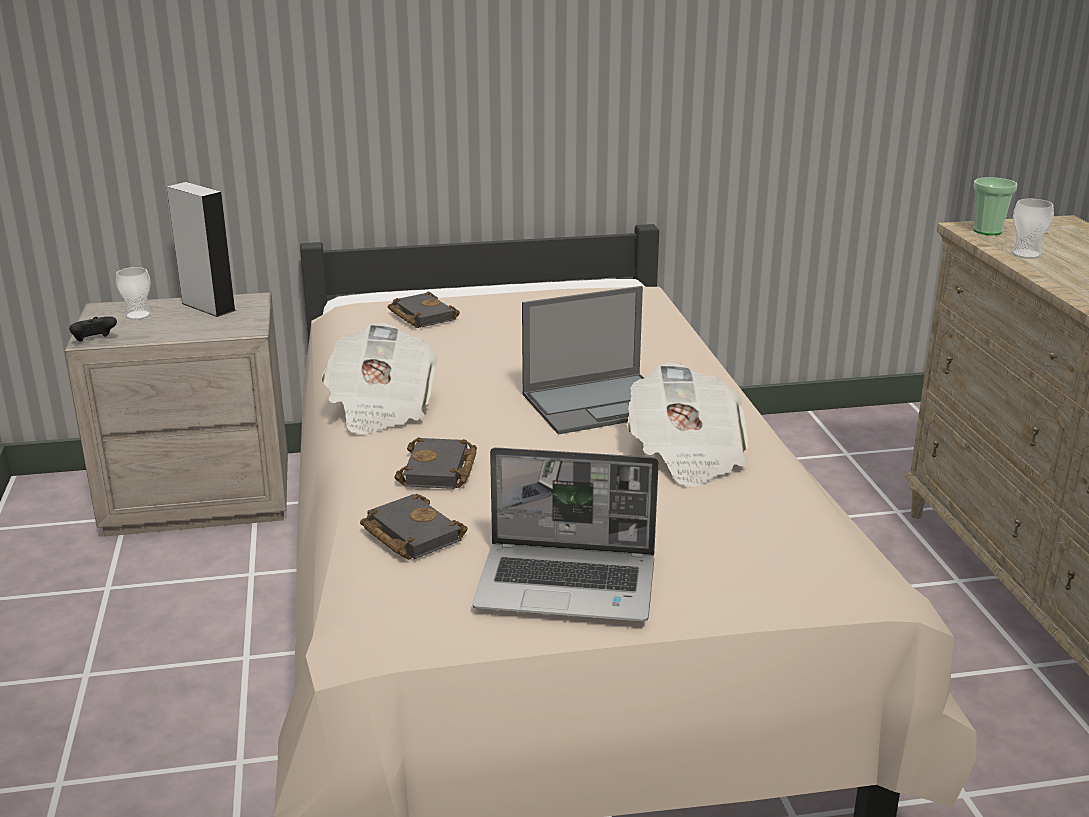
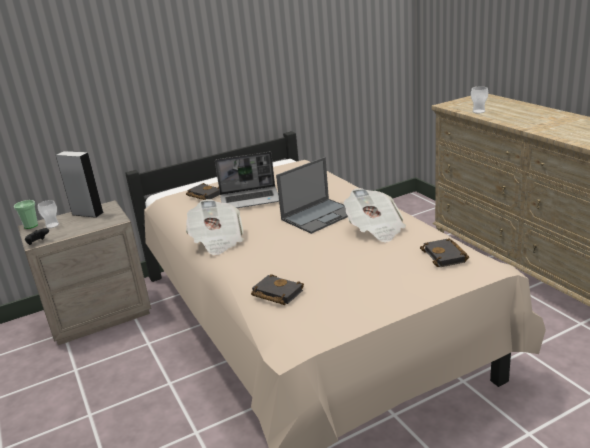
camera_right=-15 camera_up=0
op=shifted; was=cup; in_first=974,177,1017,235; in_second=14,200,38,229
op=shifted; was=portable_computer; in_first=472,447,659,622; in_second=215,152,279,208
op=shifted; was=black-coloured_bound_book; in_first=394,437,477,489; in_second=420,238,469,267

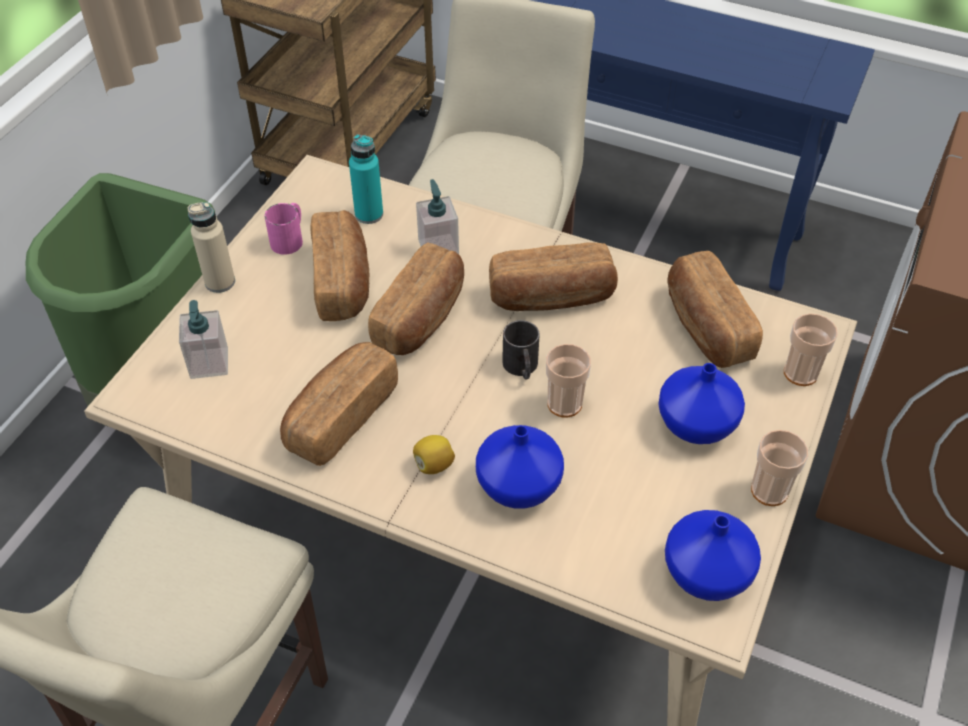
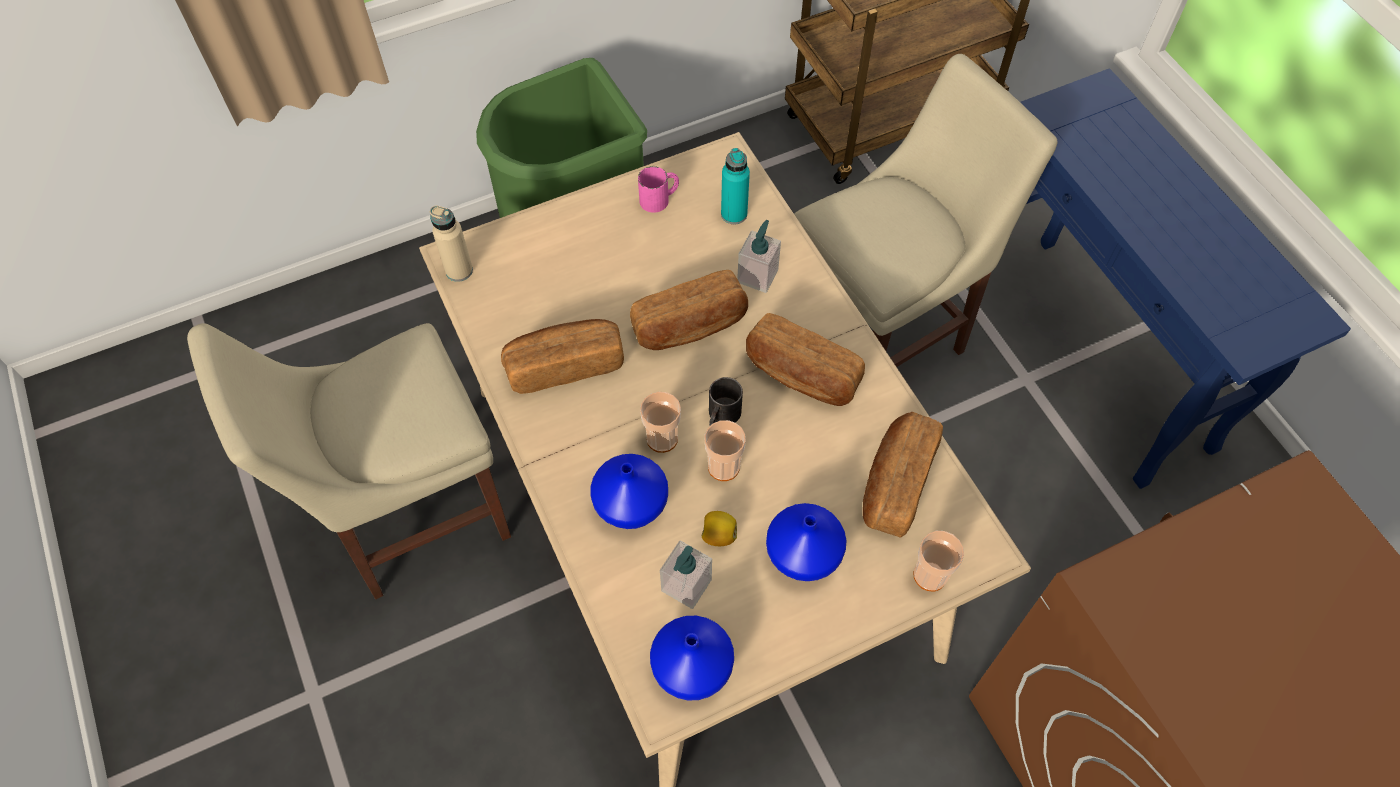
camera_right=40 camera_up=10
op=shifted; was=beige_beverage_bottle; in_first=188,202,235,293; in_second=430,206,473,282
op=shifted; was=cup; in_first=751,430,808,506; in_second=640,392,681,453
op=shifted; was=soap_dispenser; in_first=179,300,228,379; in_second=660,541,712,609
op=shifted; was=lemon; in_first=413,435,455,474; in_second=702,511,737,546
op=gone; was=bakery_bread; in_first=311,210,369,321

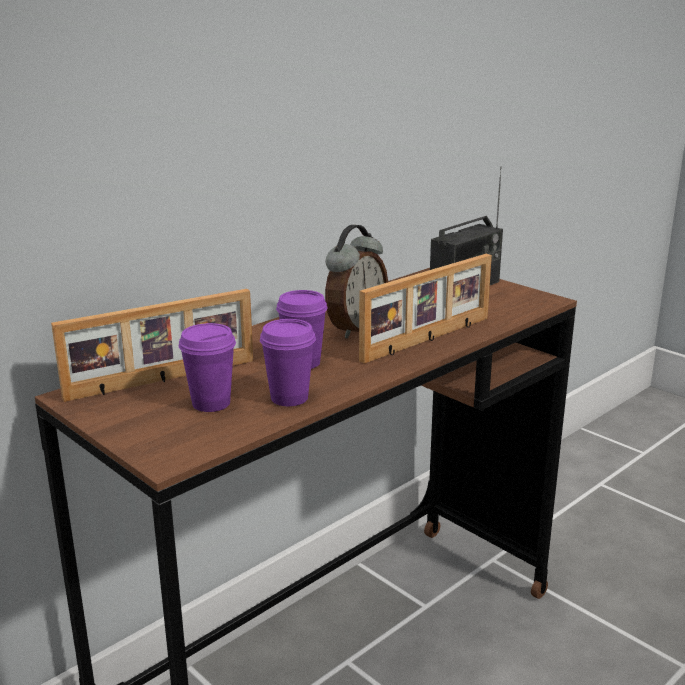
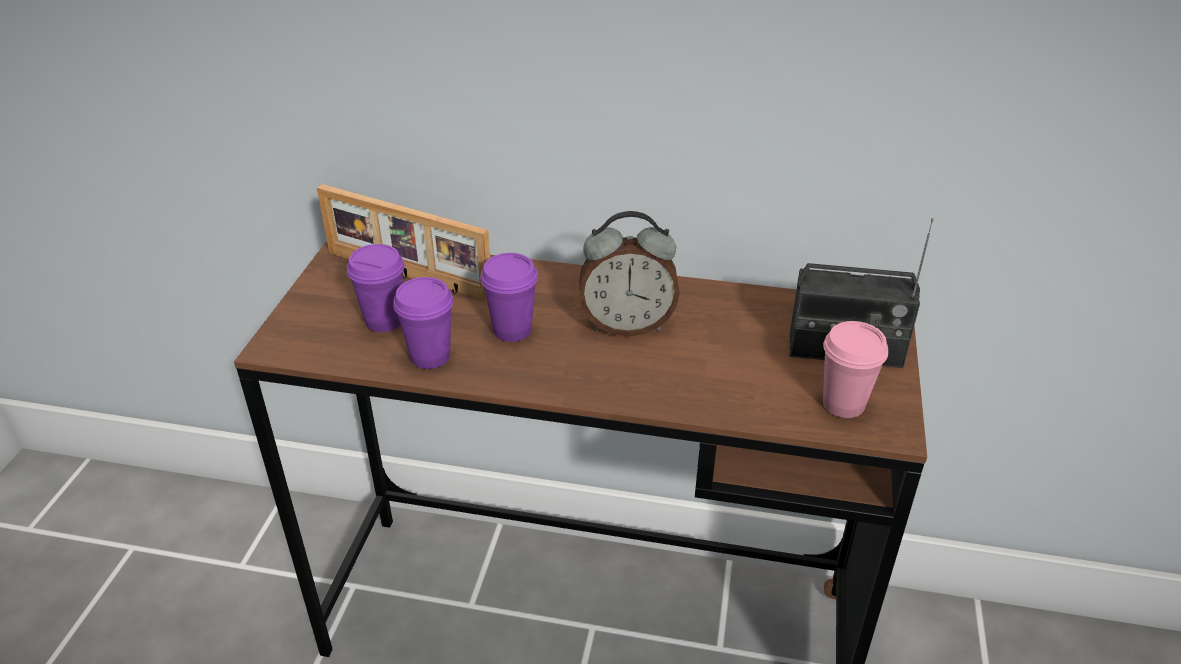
camera_right=55 camera_up=15
op=new; now=pinkish_cup; in_second=823,321,888,418
op=gone; was=picture_frame; in_first=359,254,492,364

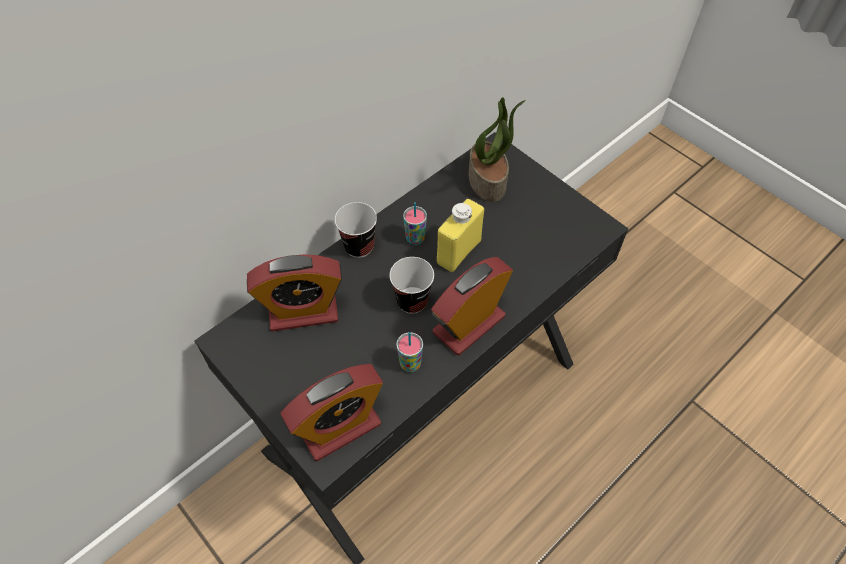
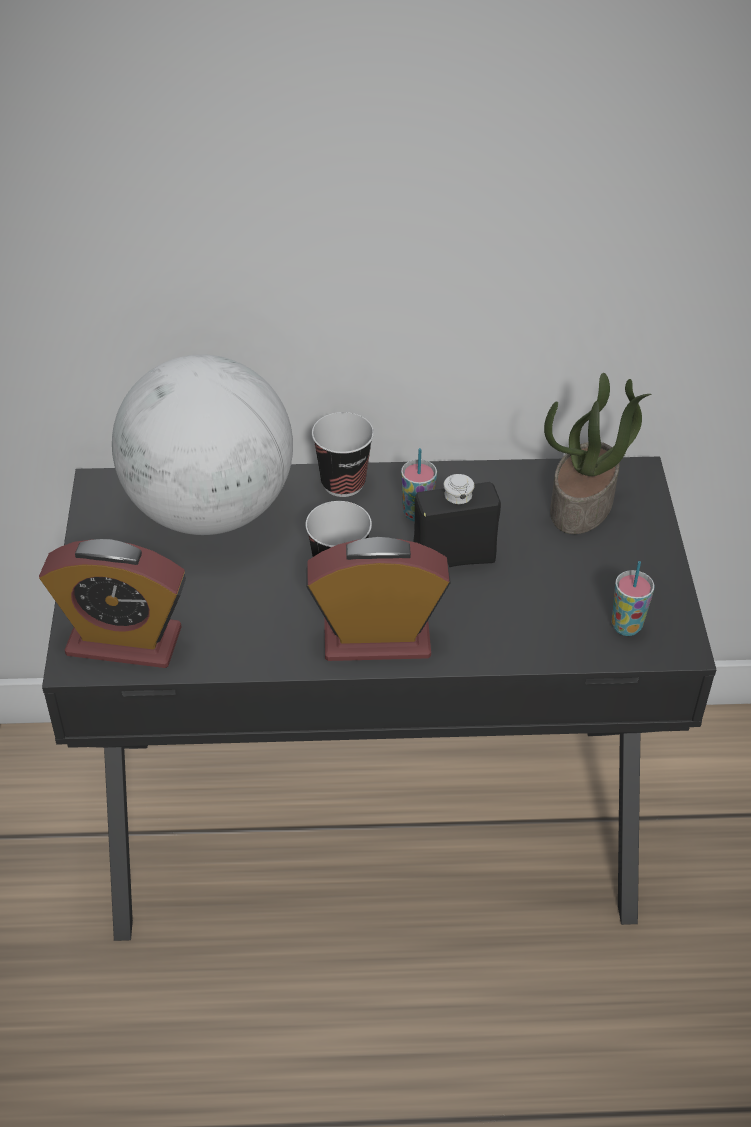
camera_right=40 camera_up=-10
op=swapped; was=table_clock; now=world_globe; in_first=247,255,342,331; in_second=112,354,293,535
op=repainted; was=yellow_beverage_bottle; now=black-coloured_beverage_bottle; in_first=437,199,484,272; in_second=413,474,501,567
op=shifted; was=cup; in_first=396,332,423,372; in_second=611,561,655,636

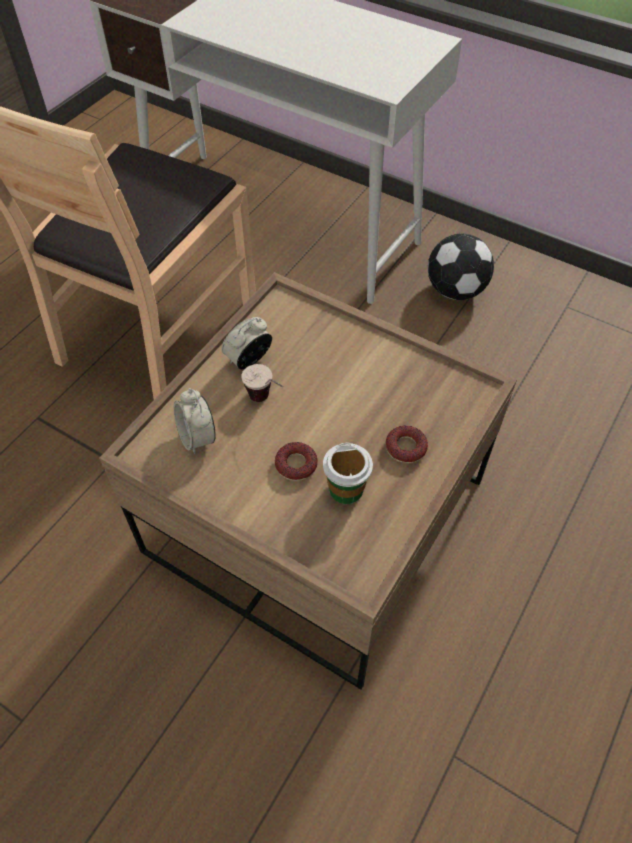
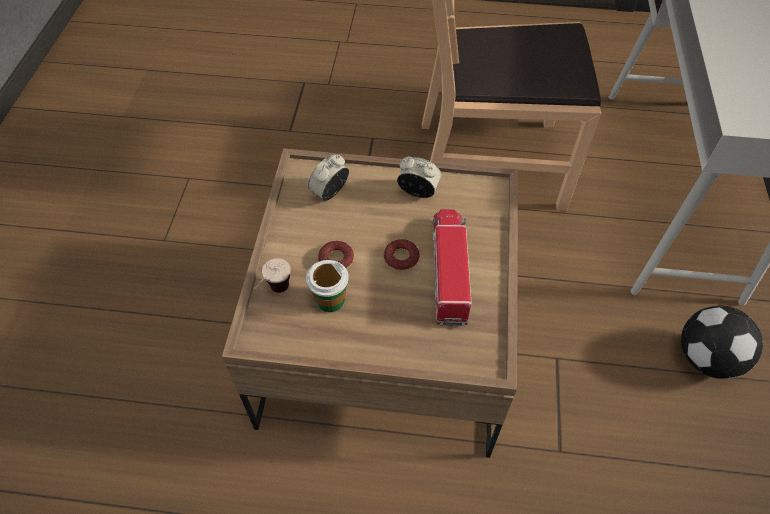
camera_right=65 camera_up=0
op=shifted; was=cup; in_first=241,364,283,402; in_second=254,258,291,293
op=shifted; was=doughnut; in_first=385,425,428,463; in_second=384,239,420,271
op=new; now=toy_truck; in_second=433,209,472,326

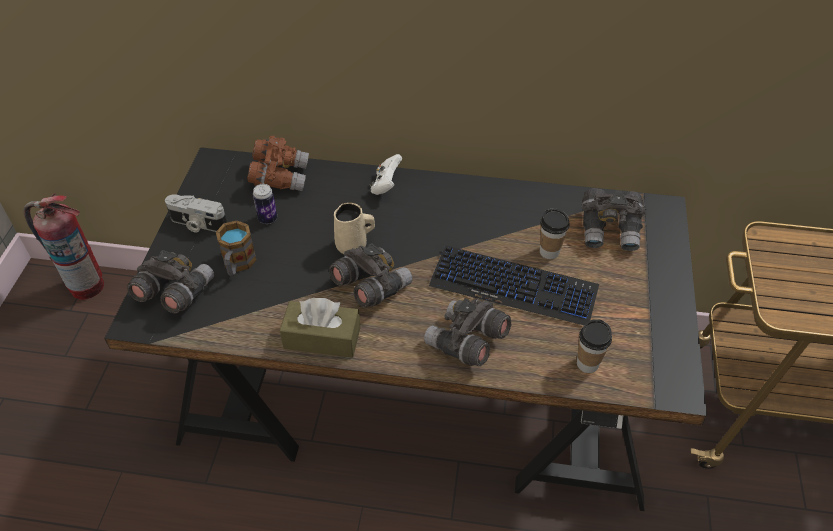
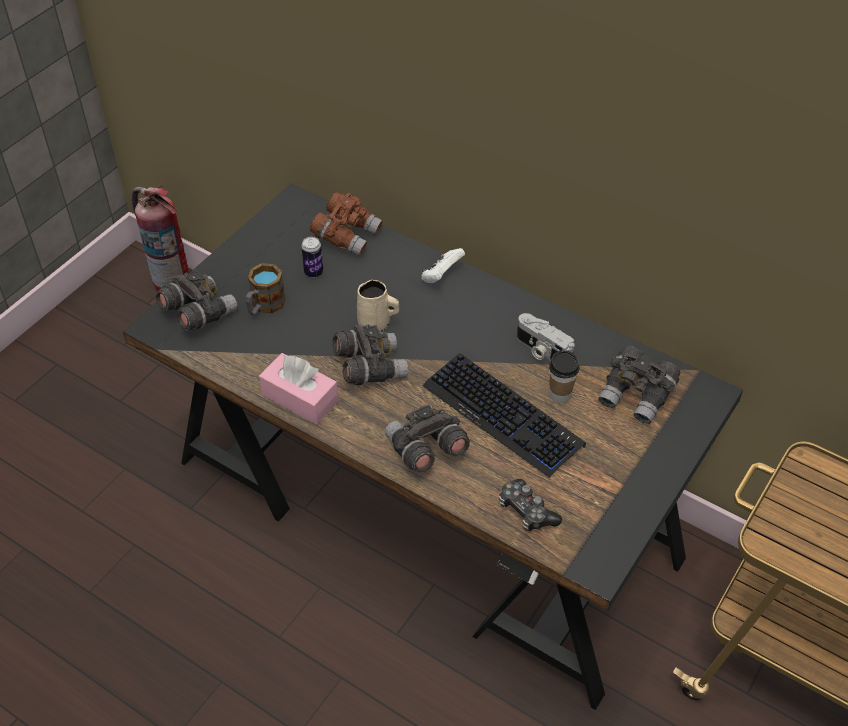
camera_right=25 camera_up=0
op=repainted; was=brown_tissue_box; now=pinkish_tissue_box; in_first=279,298,361,358; in_second=259,353,338,424
op=swapped; was=cup; now=gamepad; in_first=577,319,612,373; in_second=499,479,562,531
op=shifted; was=still_camera; in_first=165,194,227,232; in_second=517,313,575,361

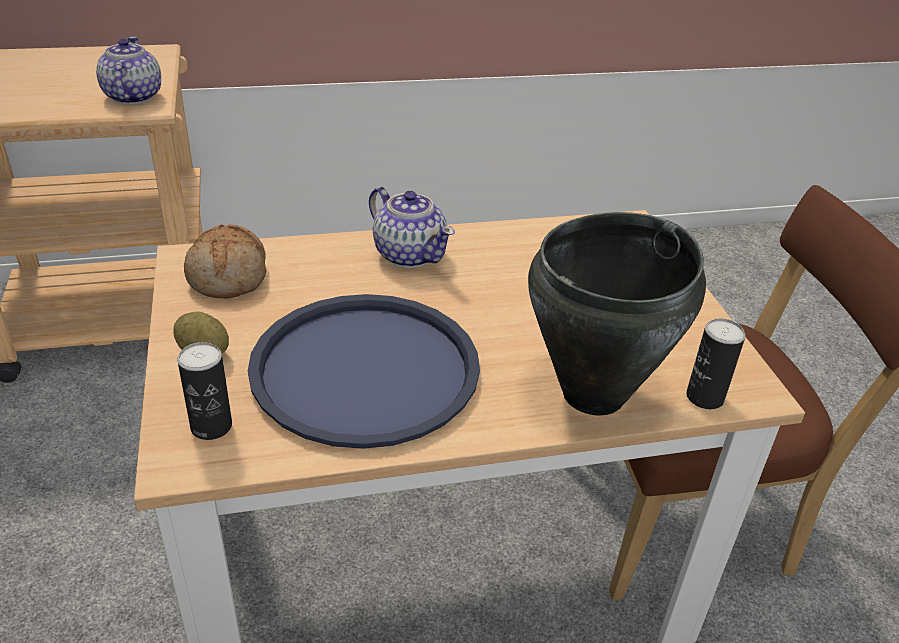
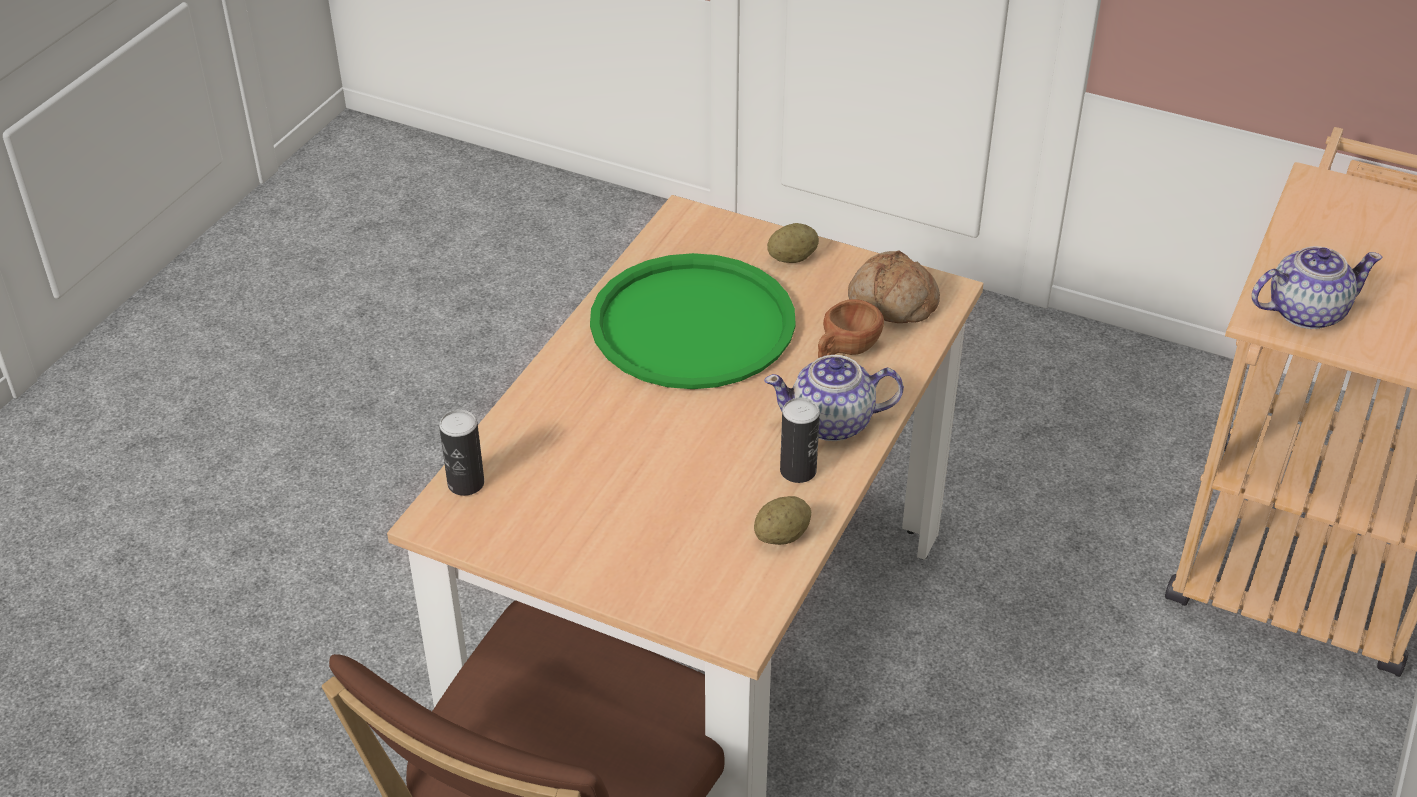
camera_right=130 camera_up=5
op=repainted; was=bluish_serving_tray; now=greenish_serving_tray; in_first=248,294,480,449; in_second=590,253,796,389
op=new; now=whole_potato; in_second=754,496,811,545
op=shifted; was=sealed_can; in_first=177,342,232,440; in_second=780,397,820,483
op=new; now=brown_cup; in_second=818,299,884,358
op=rotated; was=teapot; in_first=96,37,161,104; in_second=1252,246,1382,329; clockwise=-45
op=gone; was=black-coloured_cooking_pot; in_first=528,212,706,415

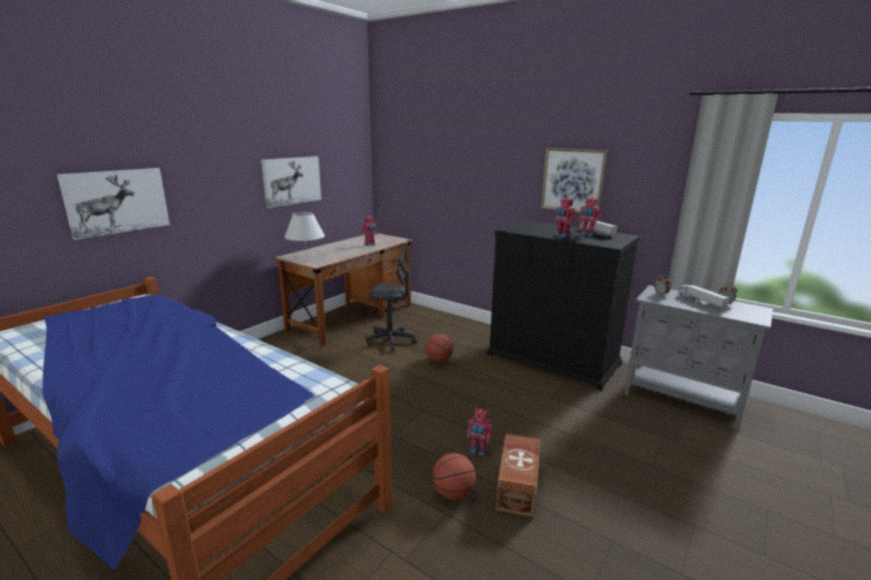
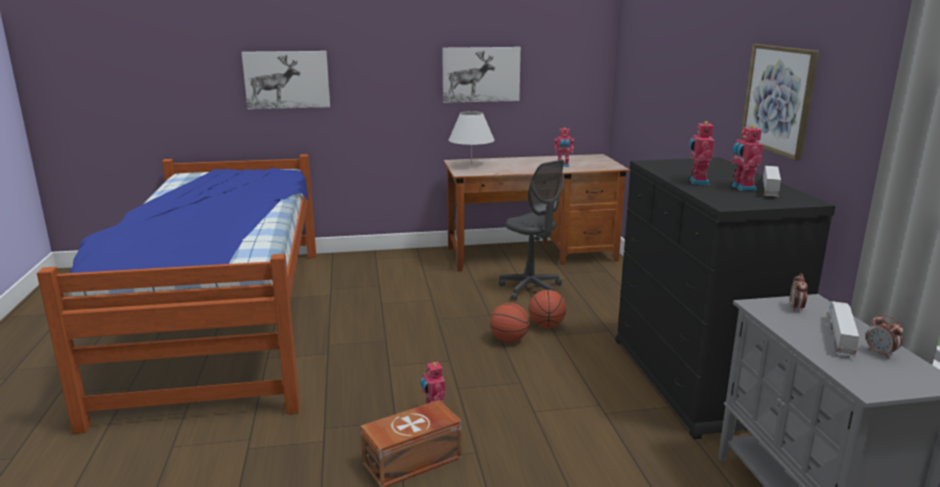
camera_right=45 camera_up=0
op=shifted; was=basketball; in_first=432,453,476,500; in_second=490,303,529,343

